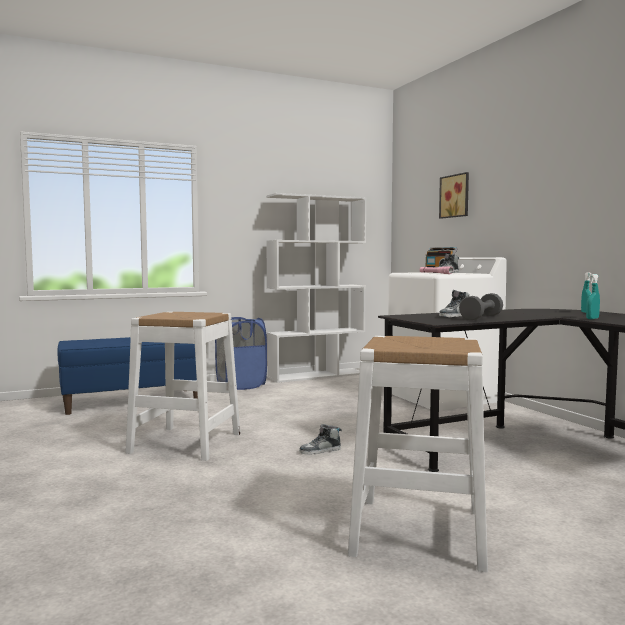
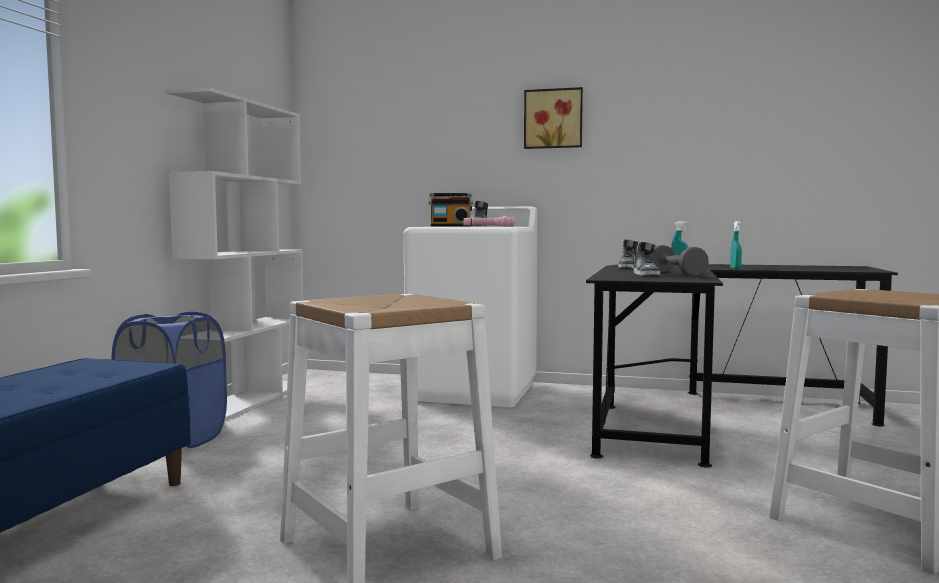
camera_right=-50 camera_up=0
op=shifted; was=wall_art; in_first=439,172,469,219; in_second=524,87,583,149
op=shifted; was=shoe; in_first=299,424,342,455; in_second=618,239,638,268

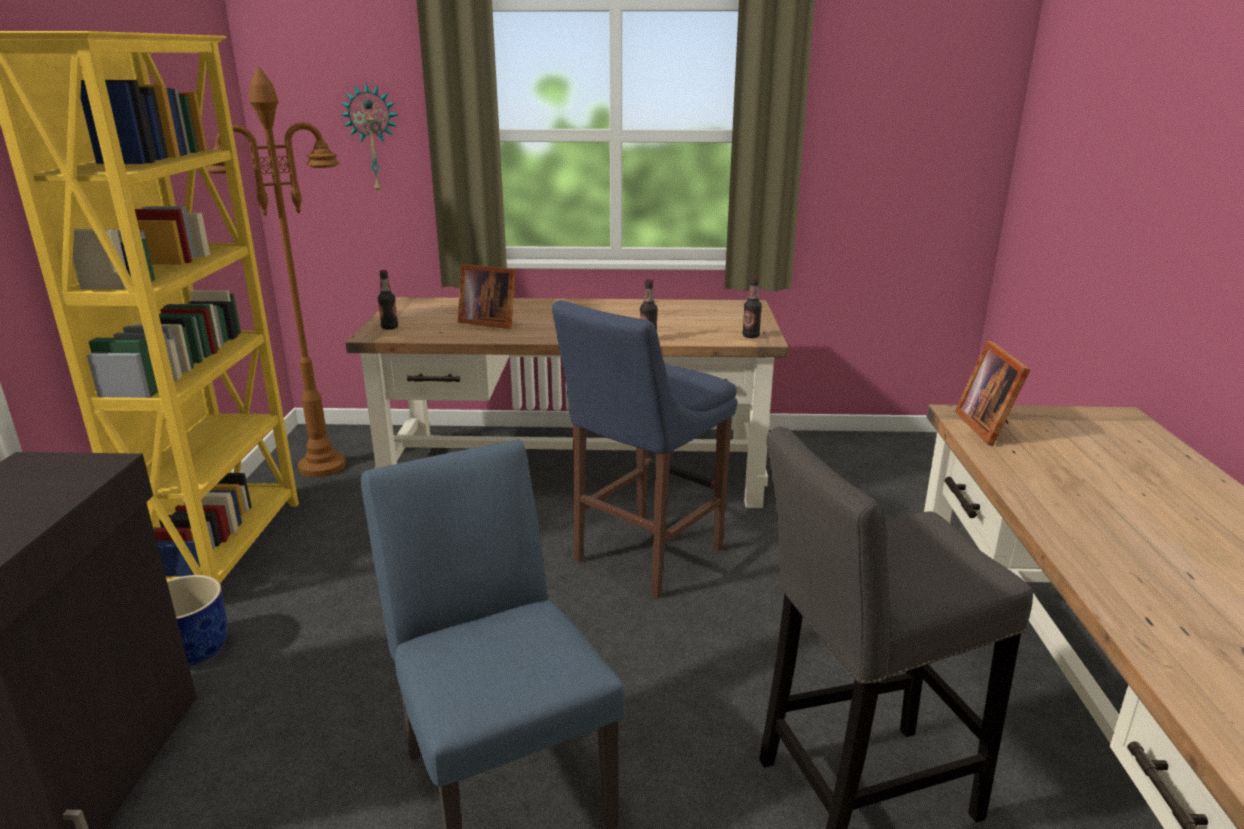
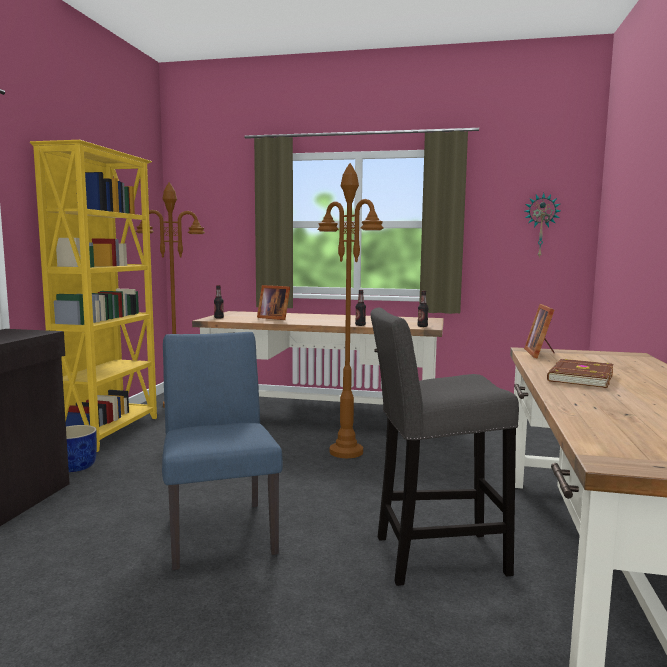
camera_right=10 camera_up=-15
op=swapped; was=bluish_stool; now=brown_floor_lamp; in_first=552,300,737,599; in_second=317,163,384,458
op=shifted; was=wall_clock; in_first=340,83,399,194; in_second=524,193,560,259
op=new; now=brown_bound_book; in_second=547,359,613,388

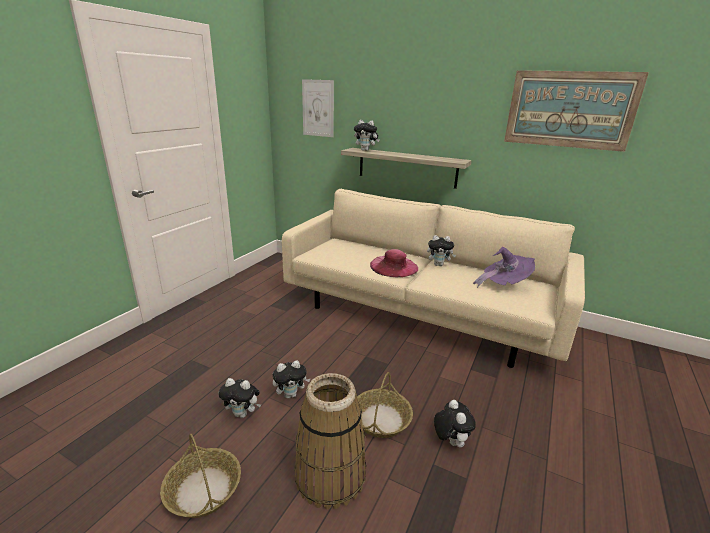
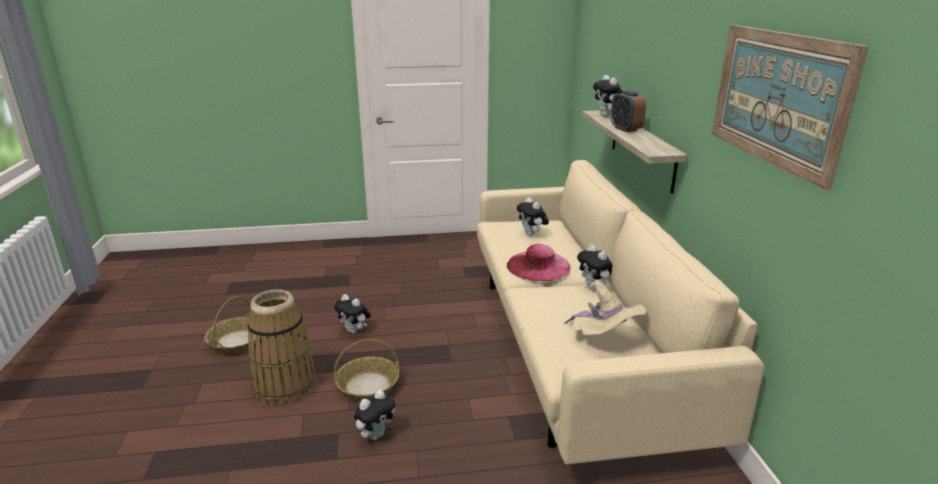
camera_right=55 camera_up=0
op=shifted; was=cuddly_toy; in_first=218,378,261,418; in_second=517,197,549,236
op=repainted; was=purplish_clothing_hat; now=beige_clothing_hat; in_first=473,247,535,288; in_second=564,280,647,335
op=new; now=table_clock; in_second=611,90,646,132
op=gone; was=wall_art; in_first=302,79,334,137

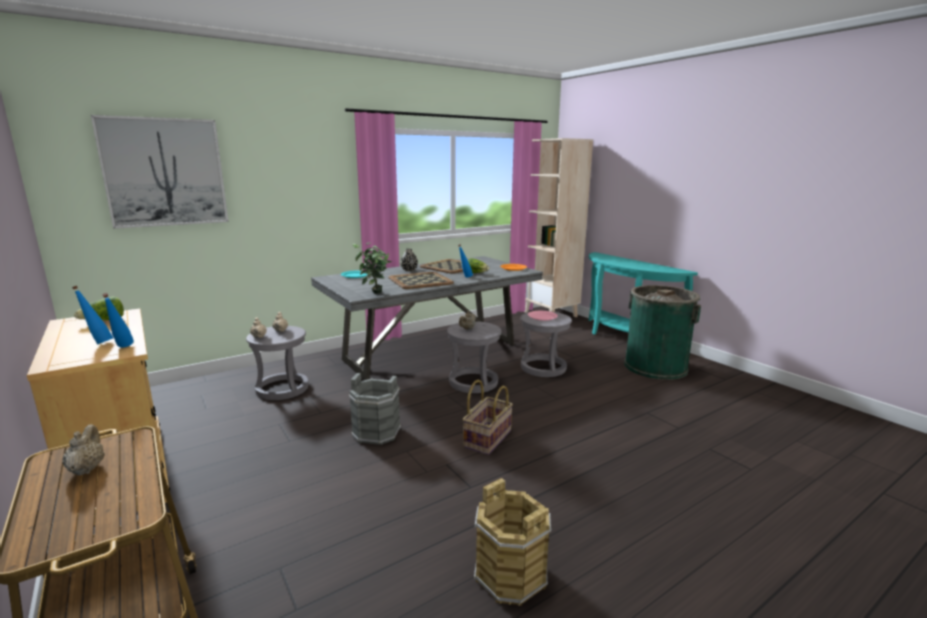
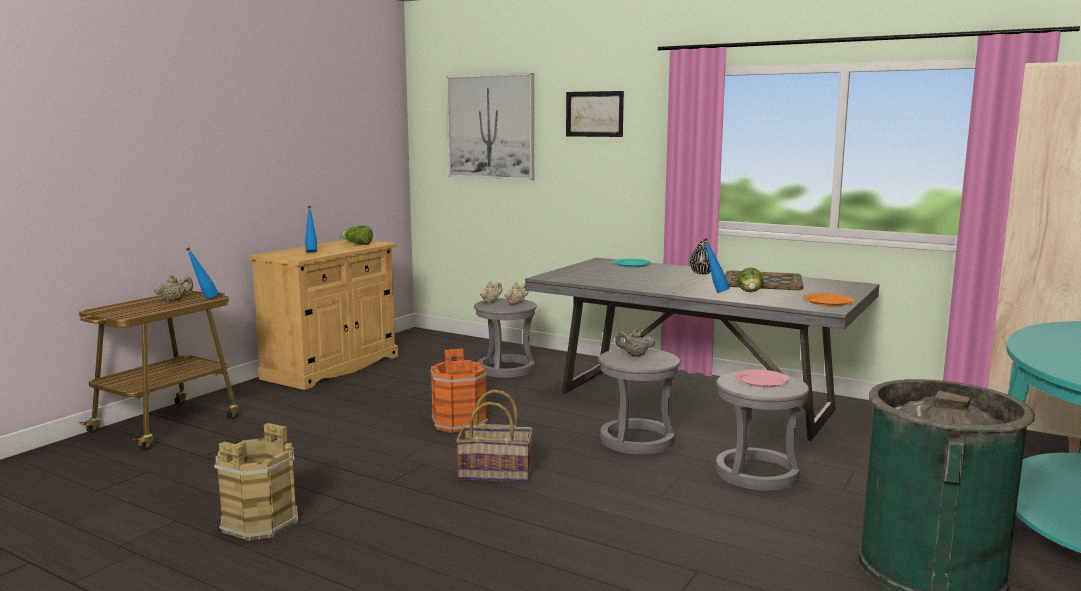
camera_right=65 camera_up=-5
op=shifted; was=bluish_beverage_bottle; in_first=102,293,134,347; in_second=186,247,218,299
op=repainted; was=grey_bucket; now=orange_bucket; in_first=349,373,401,445; in_second=430,349,488,433
op=new; now=wall_art; in_second=566,91,624,137
op=gone; was=houseplant; in_first=352,243,392,294
op=gone; was=serving_tray; in_first=388,272,454,289

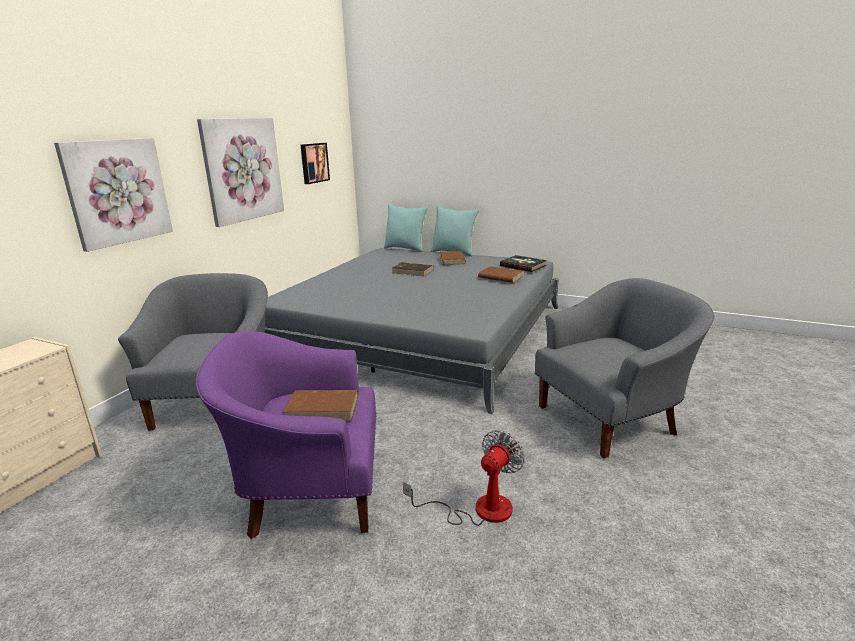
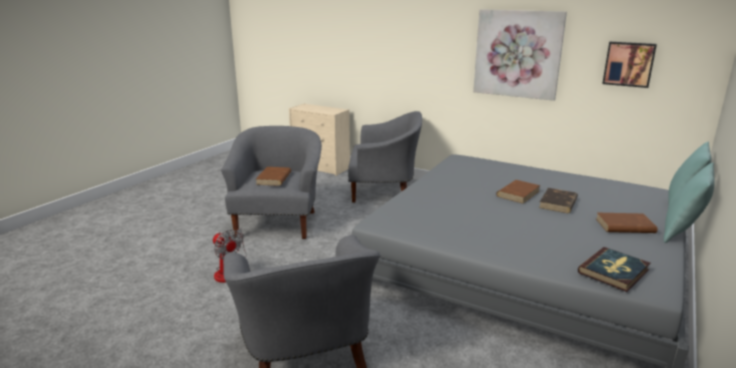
camera_right=95 camera_up=0
op=repainted; was=purplish_lounge_chair; now=grey_lounge_chair; in_first=196,331,377,539; in_second=221,126,322,239
op=shifted; was=brown_bound_book; in_first=478,266,523,283; in_second=496,180,541,204
op=gone; was=wall_art; in_first=54,138,173,252

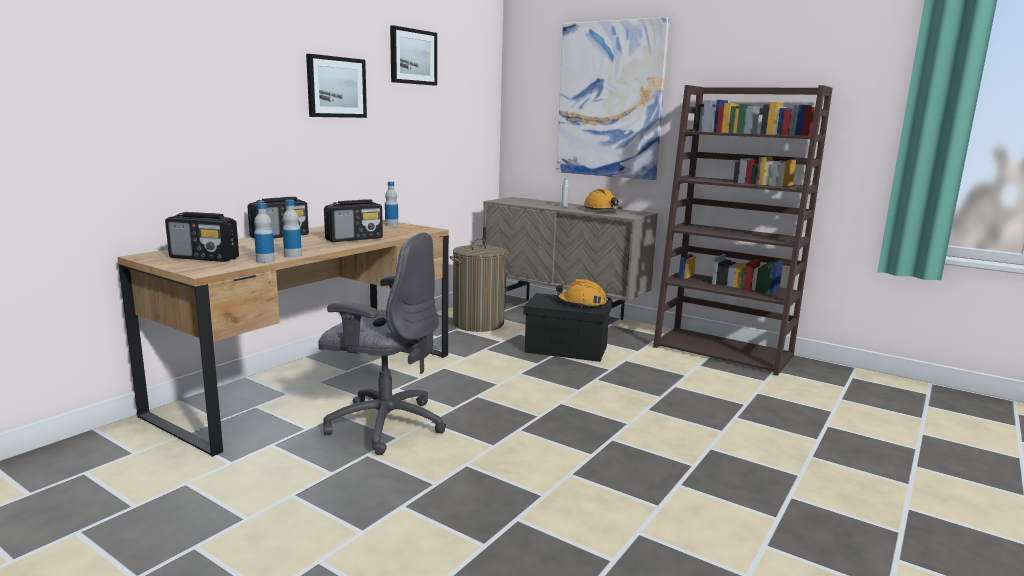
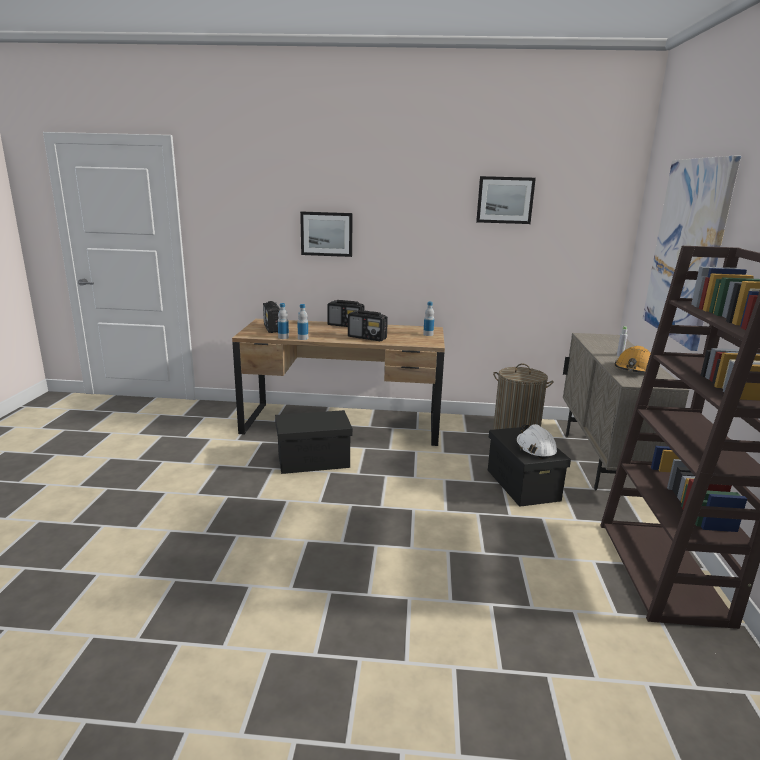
camera_right=60 camera_up=5
op=swapped; was=grey_desk_chair; now=black-coloured_storage_box; in_first=318,232,446,455; in_second=275,410,353,474
op=shifted; was=wall_art; in_first=306,54,367,118; in_second=300,211,353,257
op=repainted; was=orange_hard_hat; now=white-coloured_hard_hat; in_first=556,279,607,307; in_second=515,424,557,459

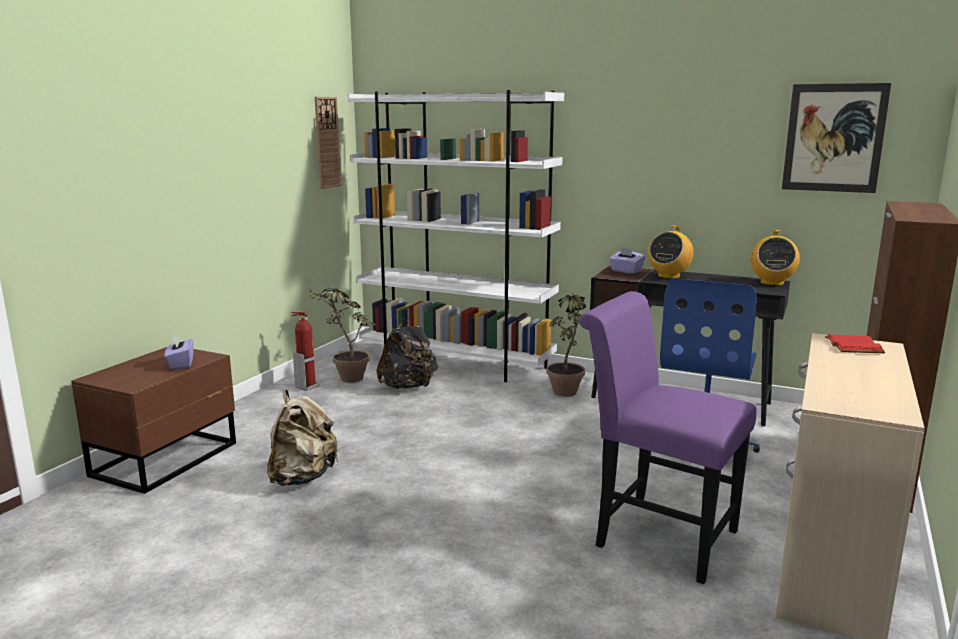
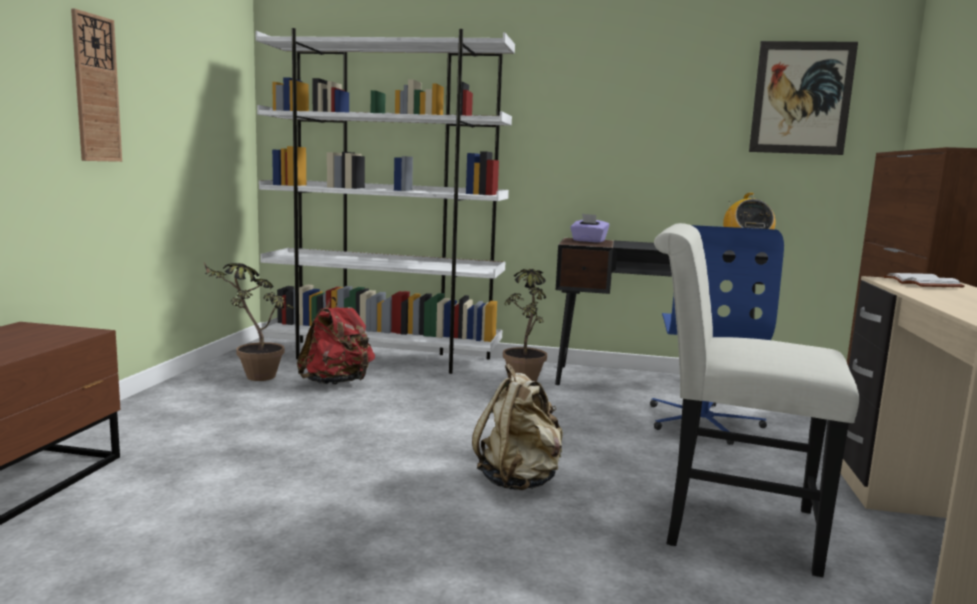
camera_right=-15 camera_up=-5
op=shifted; was=wall_clock; in_first=315,97,341,189; in_second=71,9,122,162
op=repainted; was=black-coloured_rucksack; now=red_rucksack; in_first=376,318,438,389; in_second=297,297,375,384
op=shifted; was=beige_rucksack; in_first=267,390,339,486; in_second=472,364,563,490
op=repainted; was=purplish_plain_chair; now=white-coloured_plain_chair; in_first=578,291,757,584; in_second=654,223,859,577
op=repainted; was=red_bound_book; now=white-coloured_bound_book; in_first=825,335,885,353; in_second=883,273,965,287
op=gone; was=purplish_tissue_box; in_first=164,335,194,370
op=gone; was=extinguisher; in_first=291,312,319,391
op=gone; was=radio; in_first=648,225,694,279

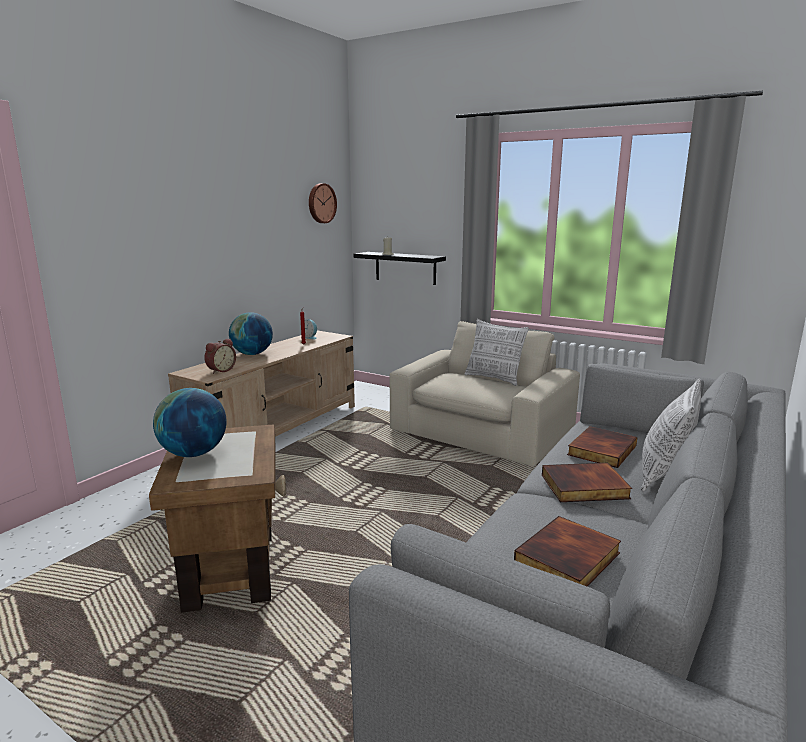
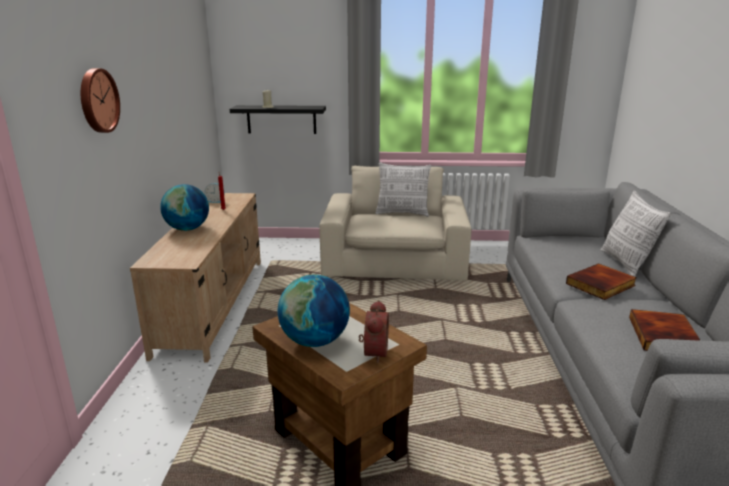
camera_right=-30 camera_up=5
op=shifted; was=wall_clock; in_first=309,183,337,223; in_second=81,68,120,133
op=shifted; was=table_clock; in_first=204,338,236,374; in_second=359,300,389,363
op=gone; was=bound_book; in_first=567,426,637,468

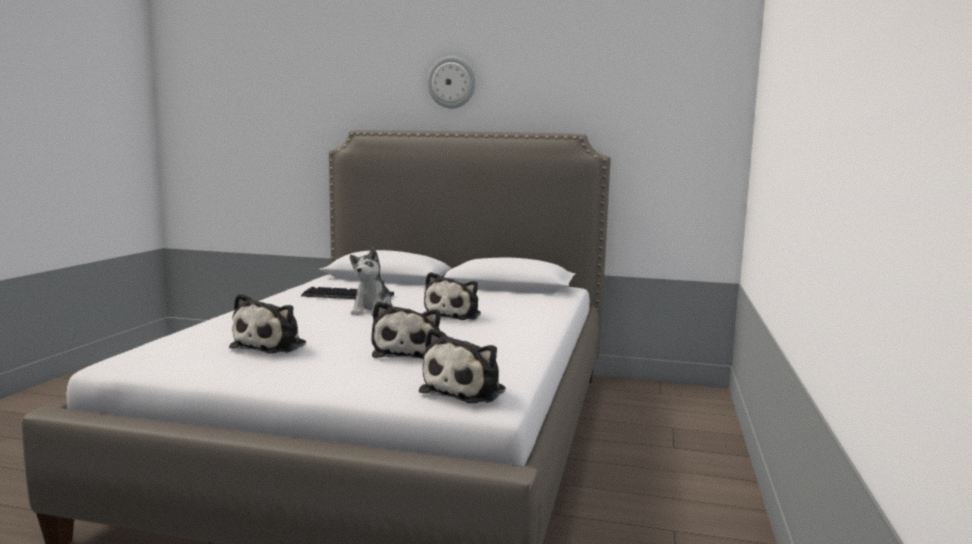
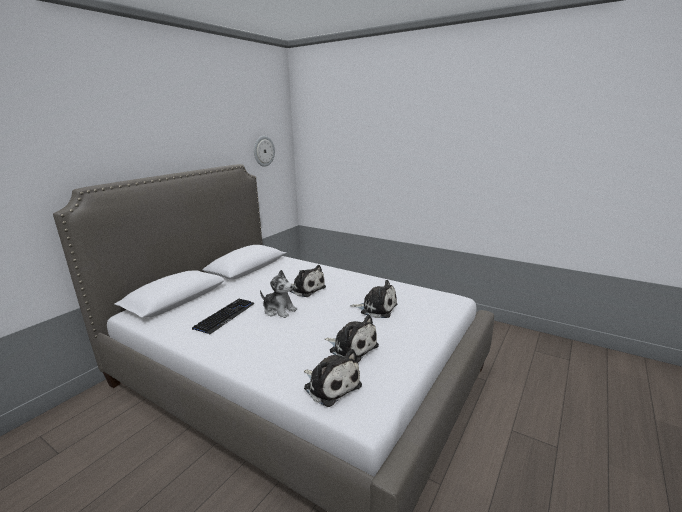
camera_right=-70 camera_up=10
op=shifted; was=wall_clock; in_first=427,56,476,109; in_second=254,136,275,167
op=shifted; was=cuddly_toy; in_first=419,328,506,403; in_second=304,349,362,407

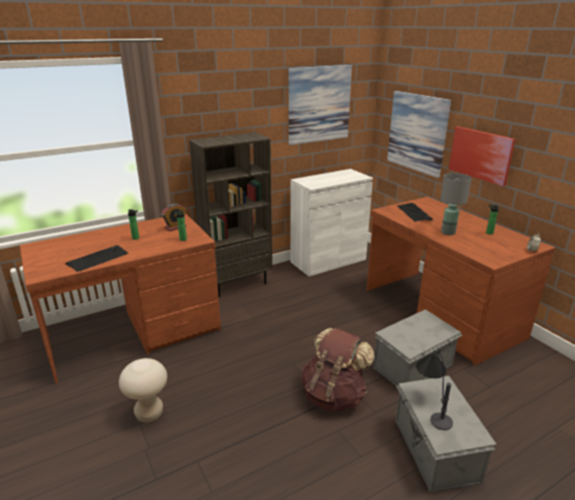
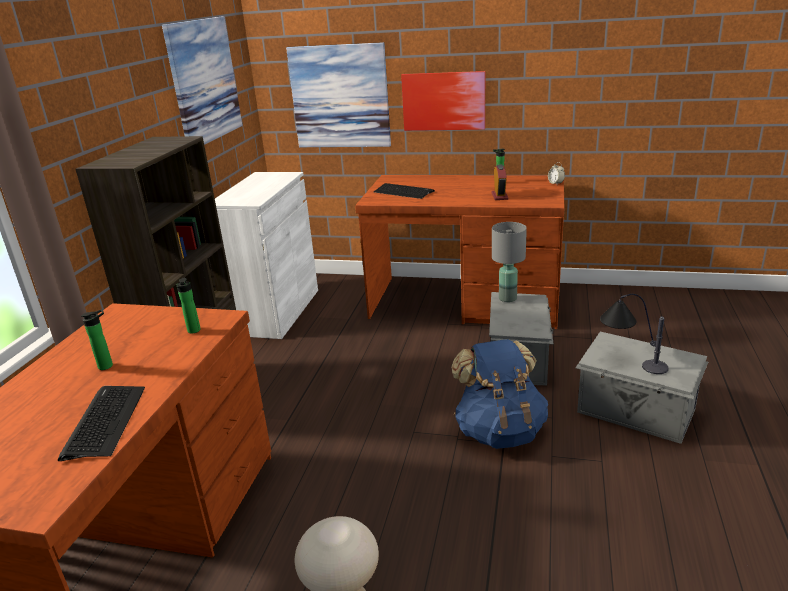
camera_right=-45 camera_up=0
op=repainted; was=brown_rucksack; now=bluish_rucksack; in_first=301,328,374,412; in_second=451,339,548,449
op=shifted; was=table_clock; in_first=161,203,187,231; in_second=491,164,509,200
op=shifted; was=grey_lamp_for_a_table; in_first=440,173,472,235; in_second=492,222,527,302

